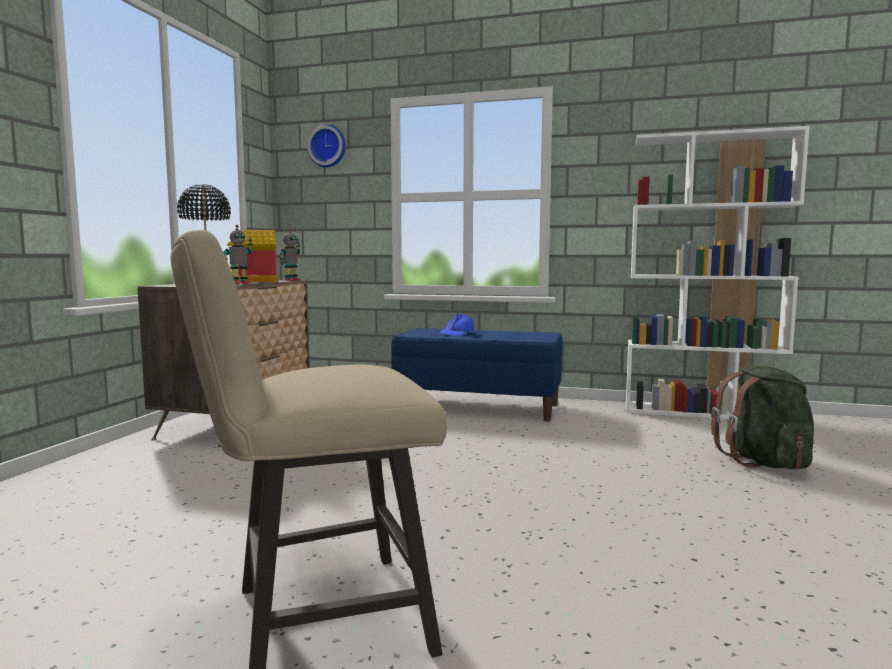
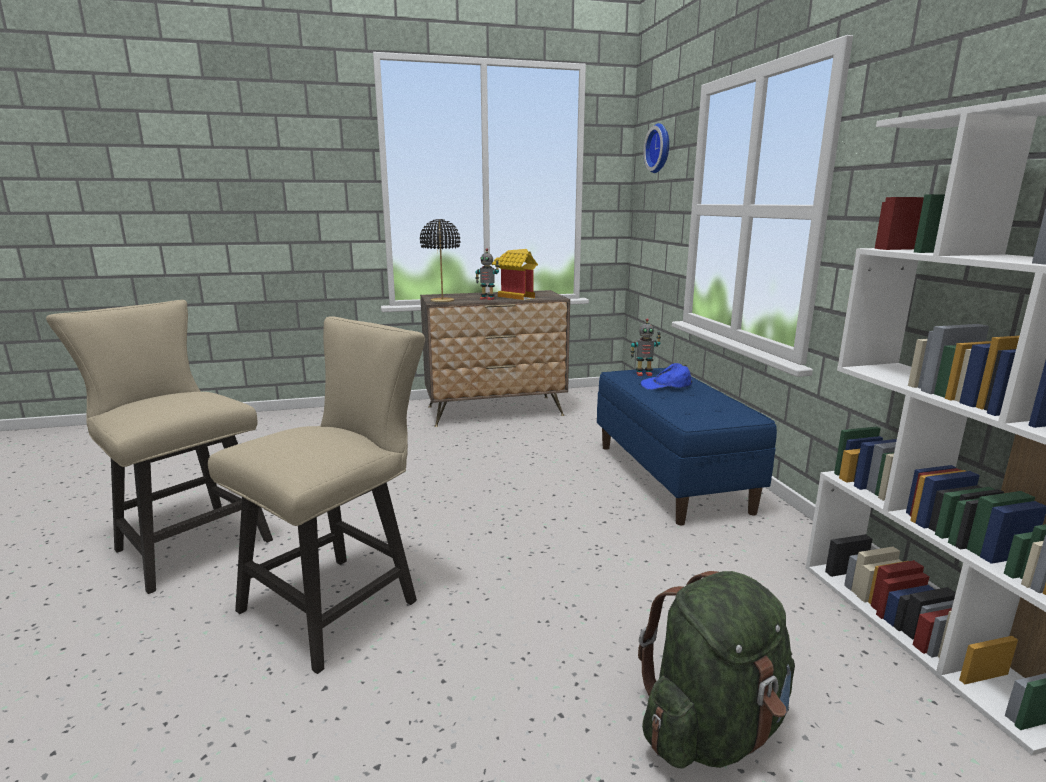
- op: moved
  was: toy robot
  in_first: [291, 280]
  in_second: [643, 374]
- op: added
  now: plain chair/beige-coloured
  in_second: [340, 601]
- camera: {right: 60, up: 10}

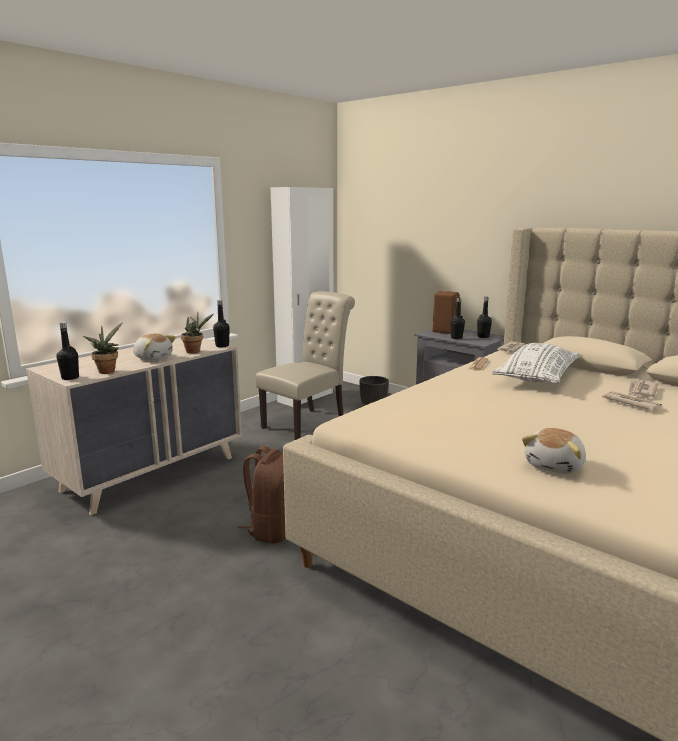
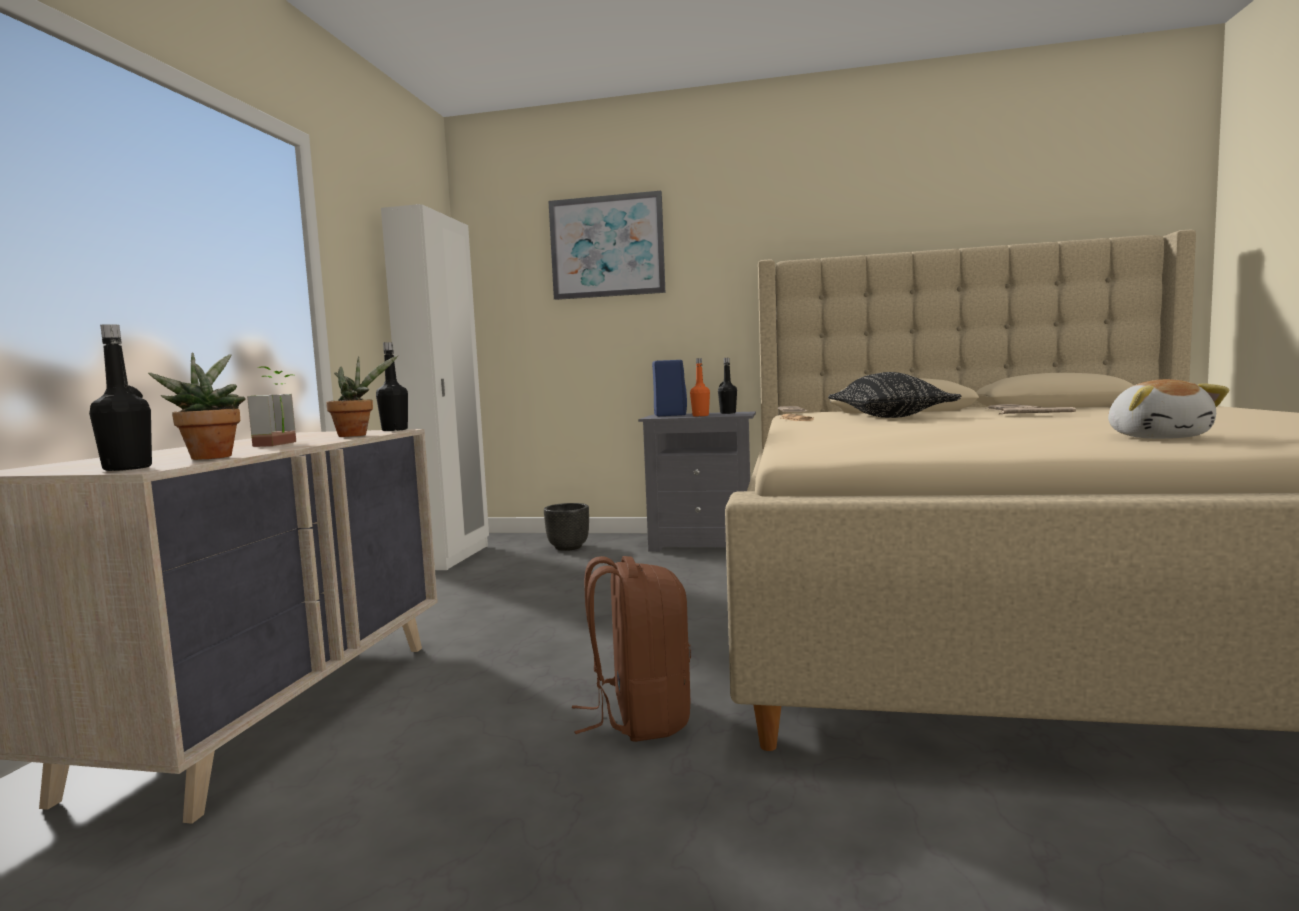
- op: replaced
  was: soft toy
  now: potted plant
  in_first: [153, 357]
  in_second: [283, 444]
- op: removed
  was: plain chair/beige-coloured
  in_first: [308, 422]
- op: recoloured
  was: audio speaker/brown
  now: audio speaker/blue
  in_first: [445, 330]
  in_second: [669, 415]
- op: recoloured
  was: drink bottle/black
  now: drink bottle/orangey
  in_first: [456, 338]
  in_second: [700, 416]
- op: recoloured
  was: cushion/whitish
  now: cushion/black
  in_first: [536, 377]
  in_second: [887, 417]
- op: added
  now: wall picture
  in_second: [607, 246]
- camera: {right: -30, up: -10}

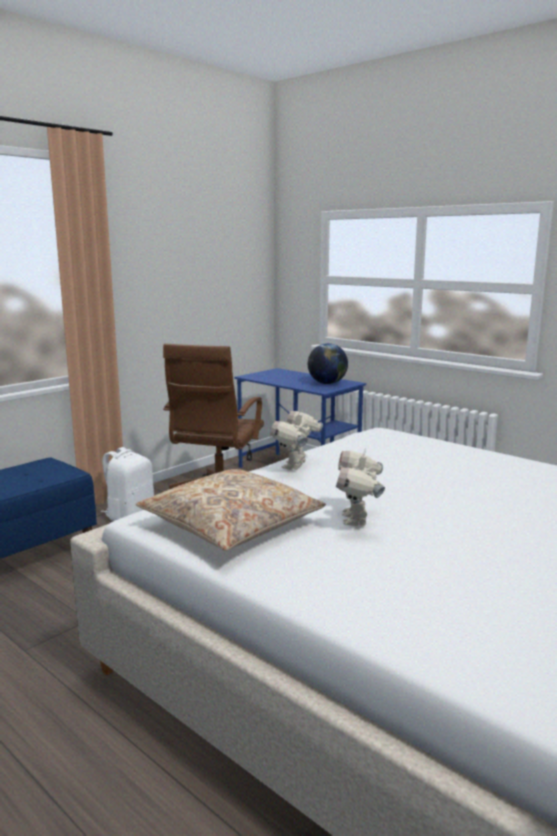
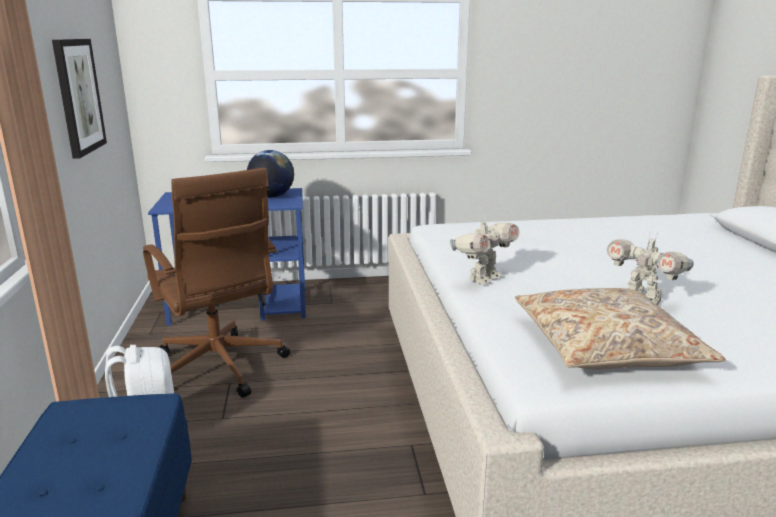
- op: turned
  was: toy robot
  in_first: [296, 466]
  in_second: [483, 279]
  clockwise: -105
- op: added
  now: wall picture
  in_second: [78, 96]
- camera: {right: -50, up: 5}

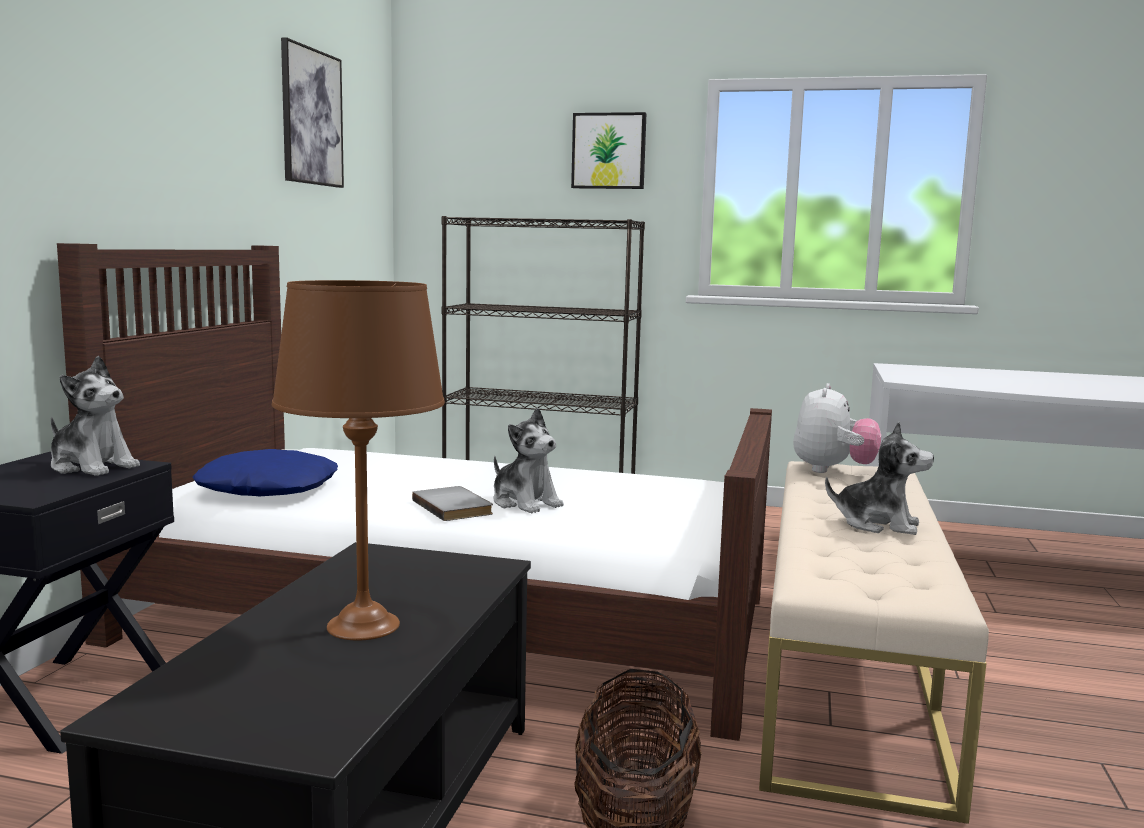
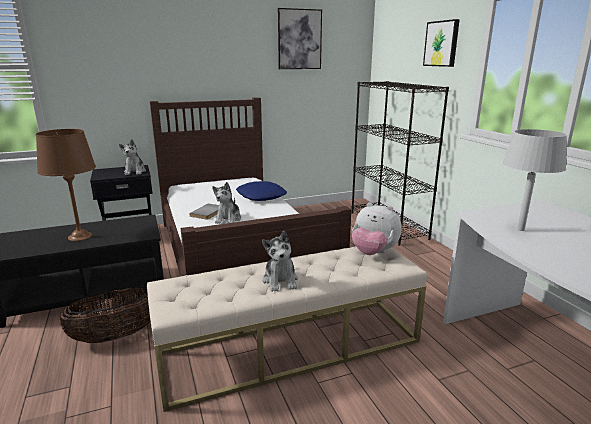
- op: moved
  was: cushion/blue
  in_first: [269, 488]
  in_second: [261, 196]
- op: turned
  was: soft toy
  in_first: [832, 470]
  in_second: [373, 253]
  clockwise: 45
- op: added
  now: lamp for a table/greyish
  in_second: [520, 229]
- camera: {right: 55, up: 10}

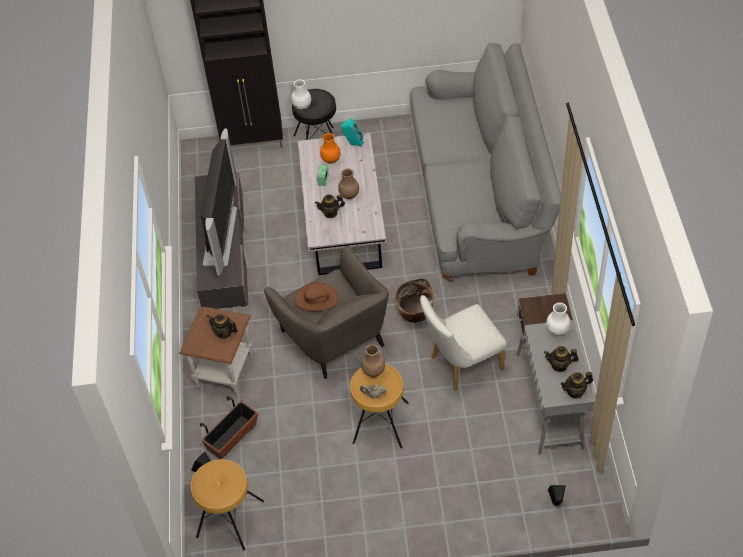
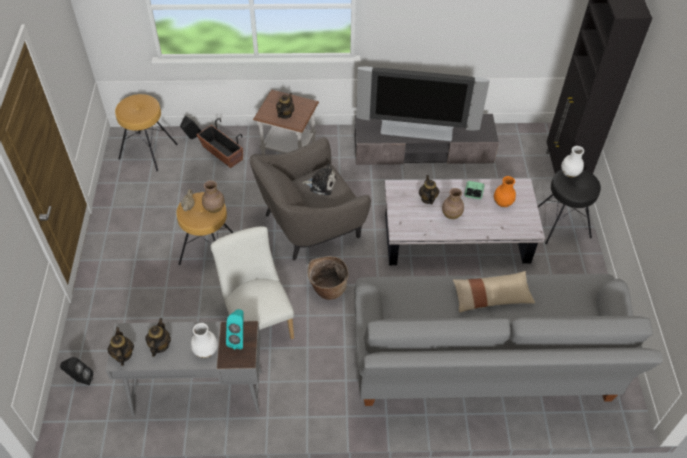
- op: replaced
  was: clothing hat/brown
  now: soft toy
  in_first: [316, 299]
  in_second: [321, 184]
- op: moved
  was: audio speaker/turquoise
  in_first: [353, 144]
  in_second: [238, 339]
- op: added
  now: cushion/beige-coloured
  in_second: [491, 296]
- camera: {right: 90, up: 0}

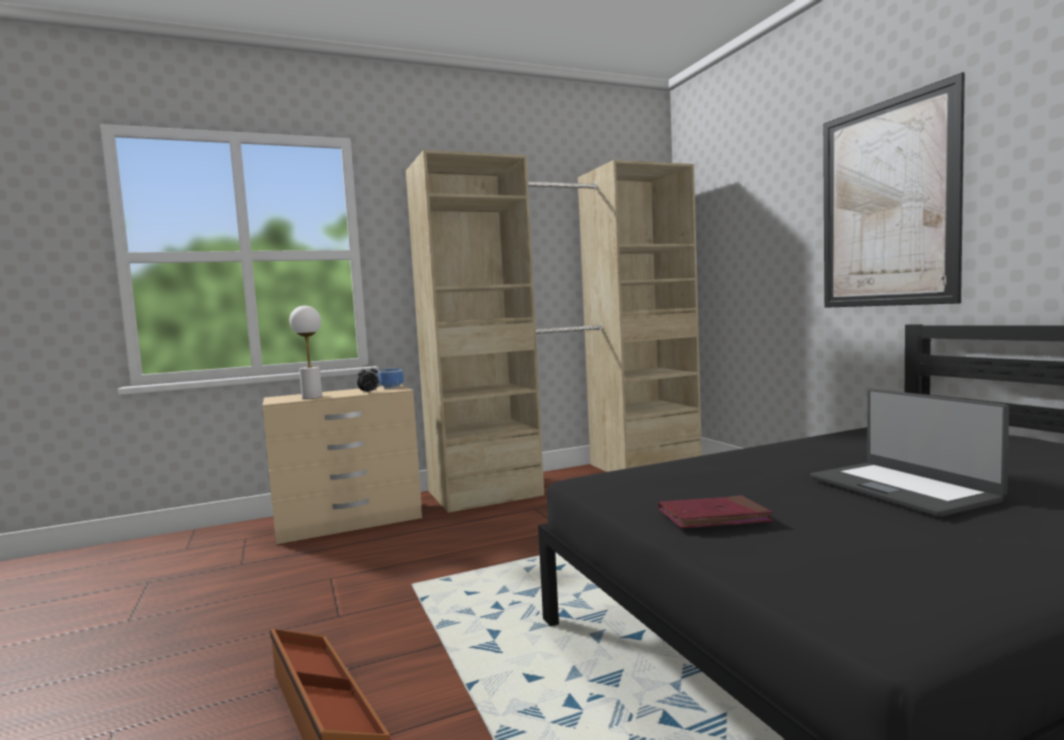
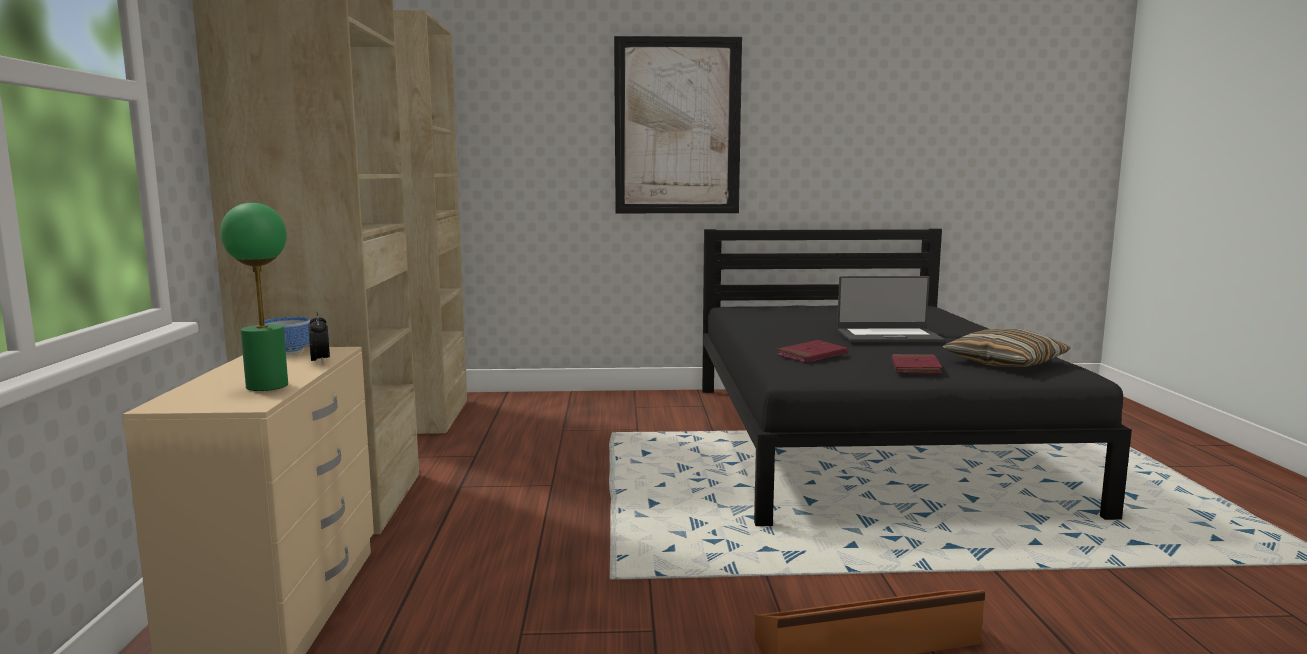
- op: recoloured
  was: lamp for a table/whitish
  now: lamp for a table/green
  in_first: [312, 397]
  in_second: [268, 386]
- op: added
  now: book/red
  in_second: [811, 355]
- op: added
  now: cushion
  in_second: [1005, 363]
- camera: {right: -70, up: 5}

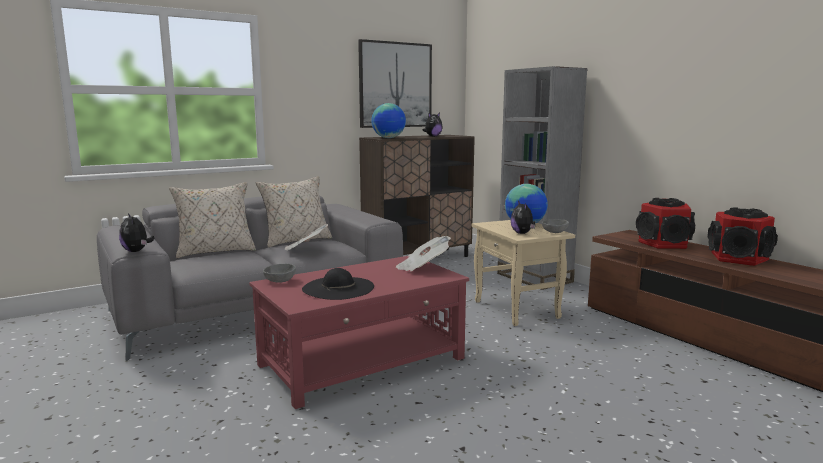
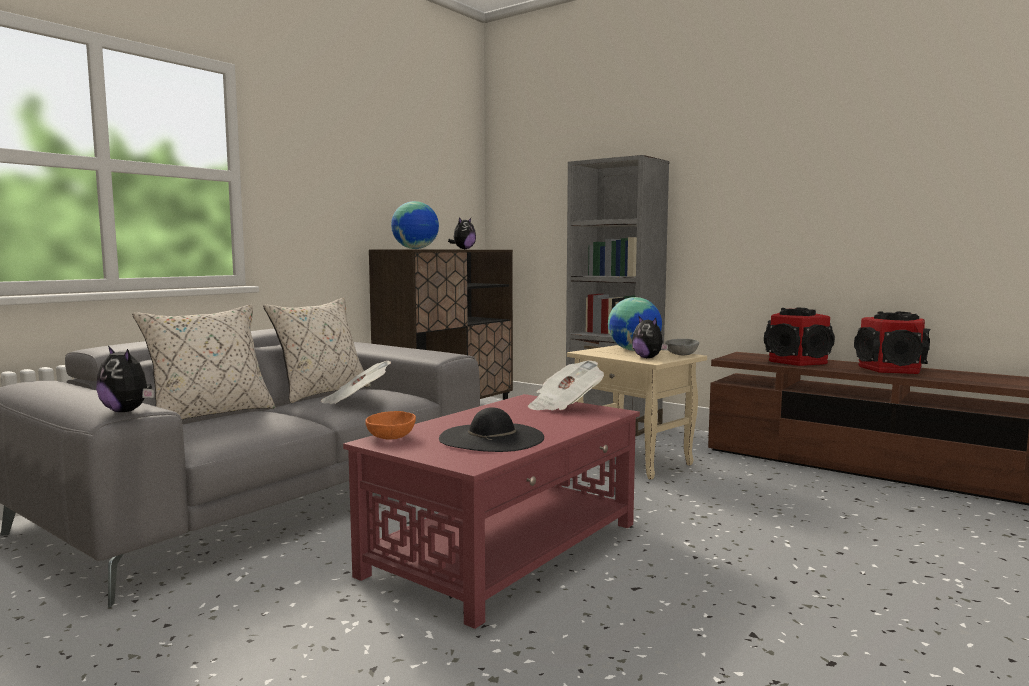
- op: recoloured
  was: deep dish/greyish
  now: deep dish/orangey
  in_first: [280, 281]
  in_second: [391, 438]
- op: removed
  was: wall picture
  in_first: [395, 85]
- camera: {right: -20, up: -5}

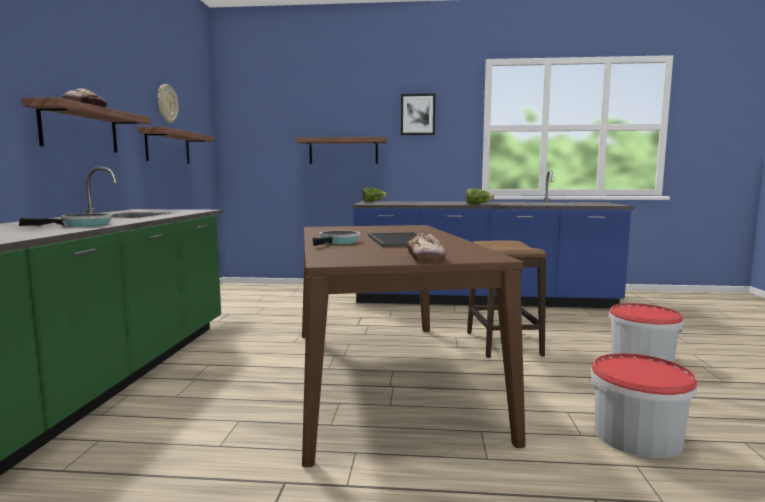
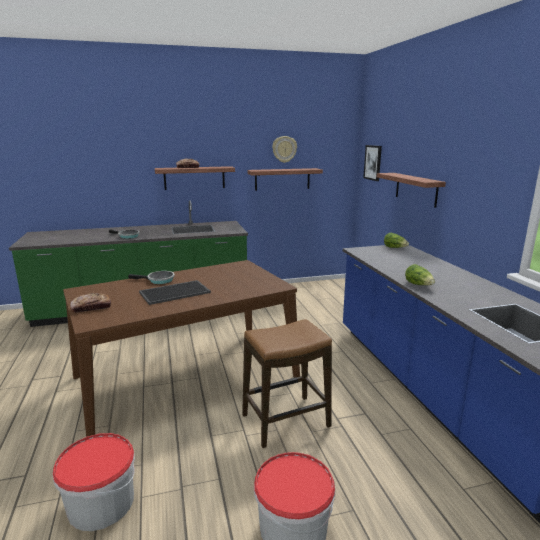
- op: moved
  was: wall picture
  in_first: [418, 114]
  in_second: [373, 162]
- camera: {right: 70, up: 10}

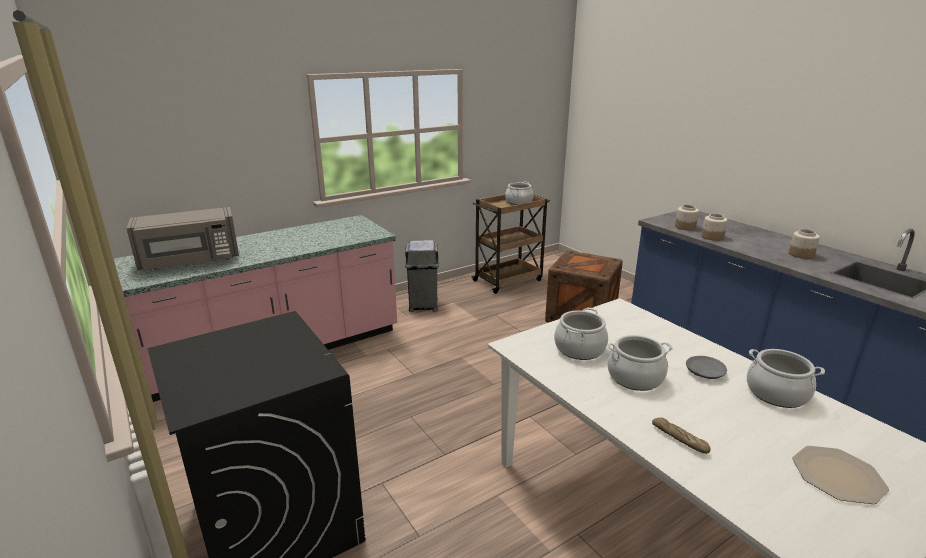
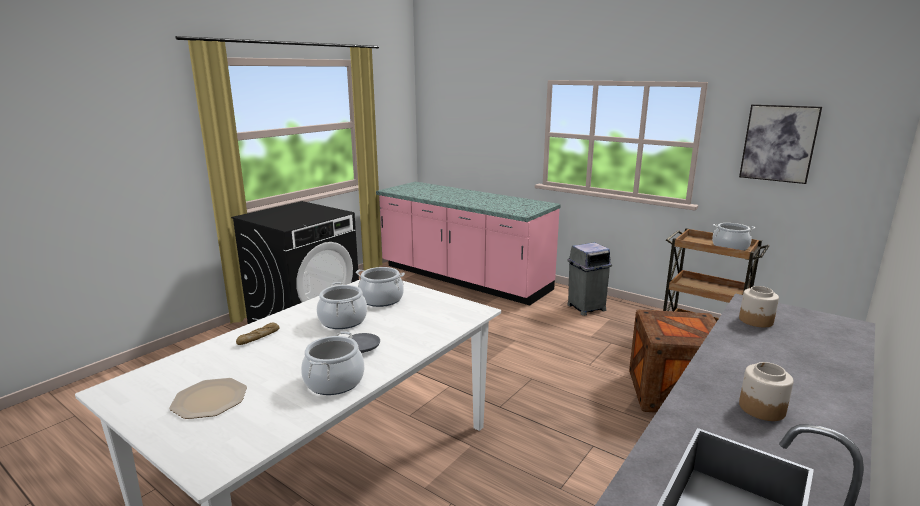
- op: removed
  was: kitchen microwave/greyish
  in_first: [190, 261]
- op: removed
  was: storage jar
  in_first: [712, 237]
- op: added
  now: wall picture
  in_second: [778, 143]
- camera: {right: 70, up: -5}

